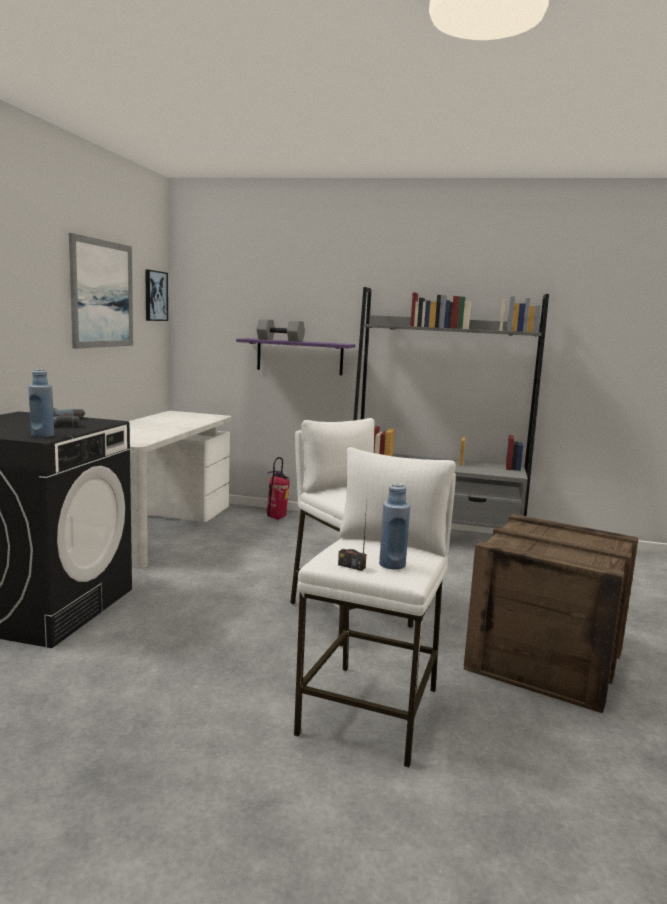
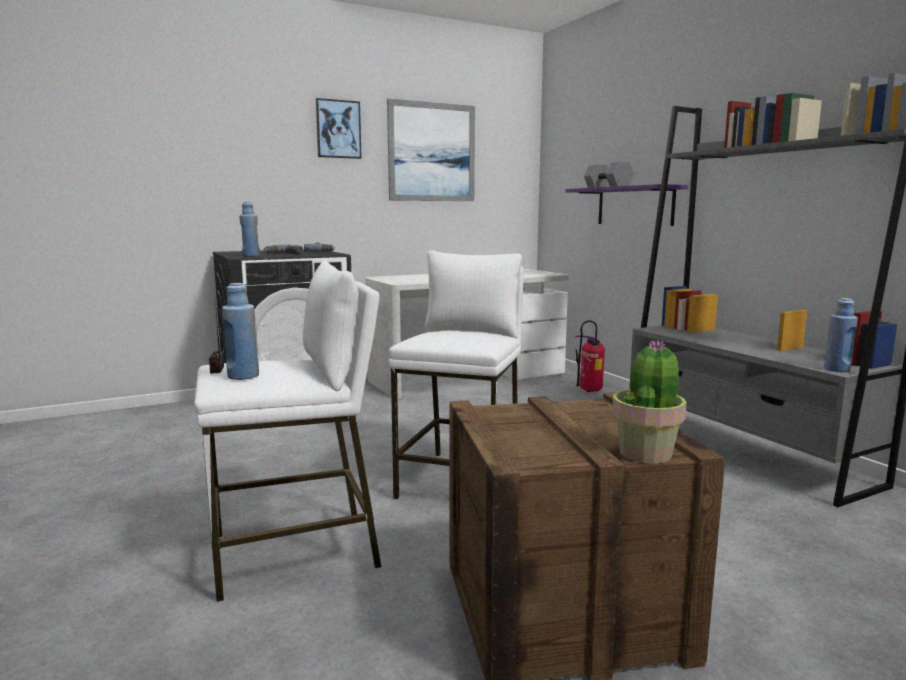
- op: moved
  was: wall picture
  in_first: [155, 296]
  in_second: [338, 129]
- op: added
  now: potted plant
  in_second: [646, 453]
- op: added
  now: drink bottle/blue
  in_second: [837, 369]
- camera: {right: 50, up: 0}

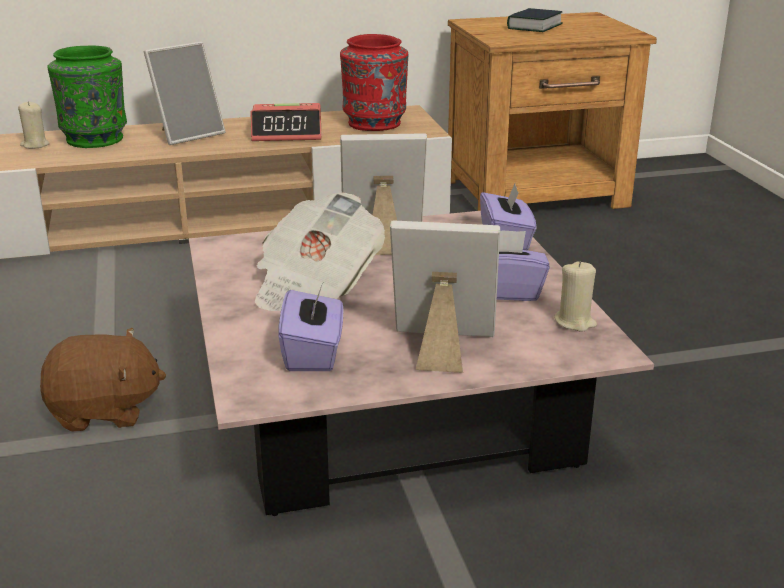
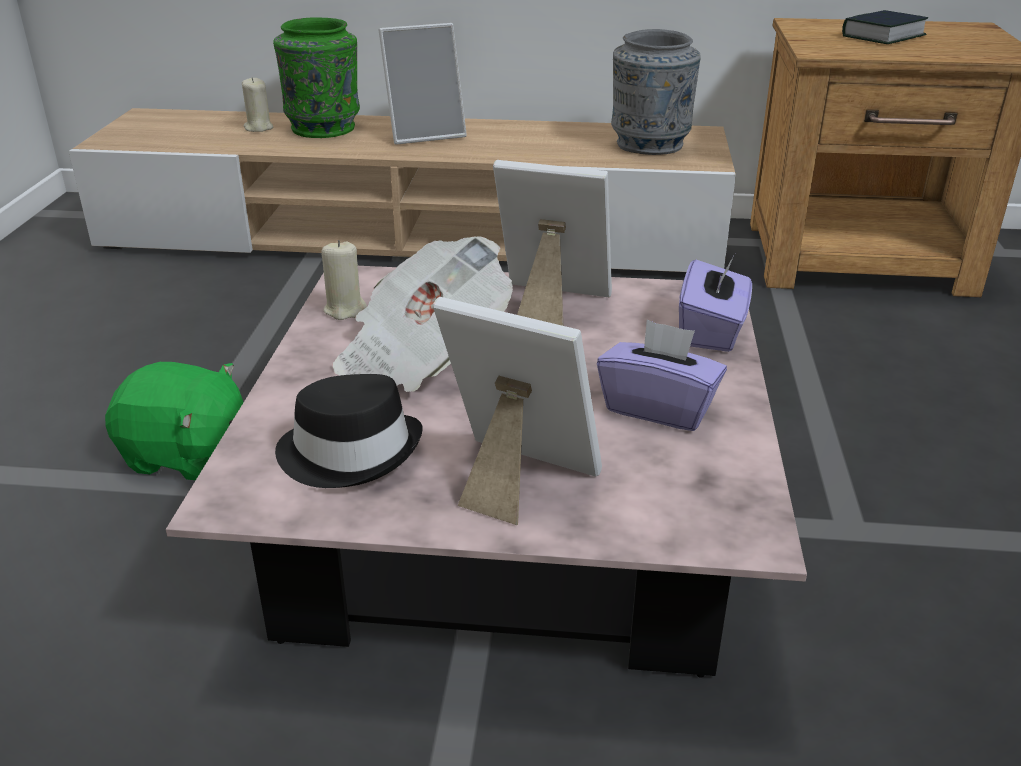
- op: recoloured
  was: soft toy/brown
  now: soft toy/green
  in_first: [104, 411]
  in_second: [187, 455]
- op: removed
  was: table clock
  in_first: [287, 133]
- op: replaced
  was: box of tissues/purple
  now: clothing hat/black
  in_first: [313, 353]
  in_second: [350, 451]
- op: recoloured
  was: flower vase/red
  now: flower vase/greyish
  in_first: [374, 124]
  in_second: [649, 145]
- op: moved
  was: wax light/beige-coloured
  in_first: [575, 322]
  in_second: [345, 310]
- camera: {right: 20, up: 5}

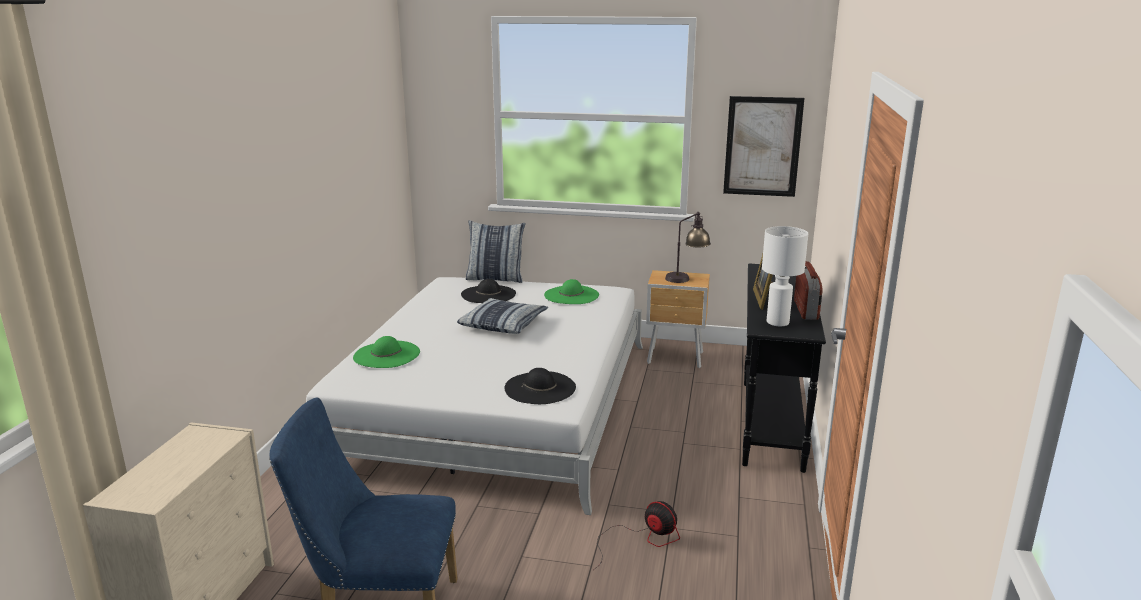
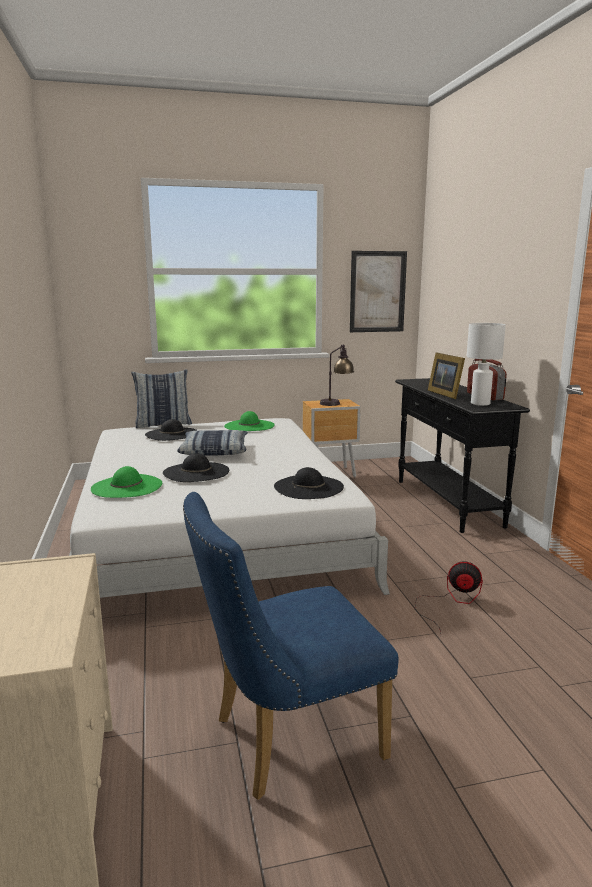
- op: added
  now: clothing hat/black
  in_second: [196, 472]
- camera: {right: -25, up: -5}

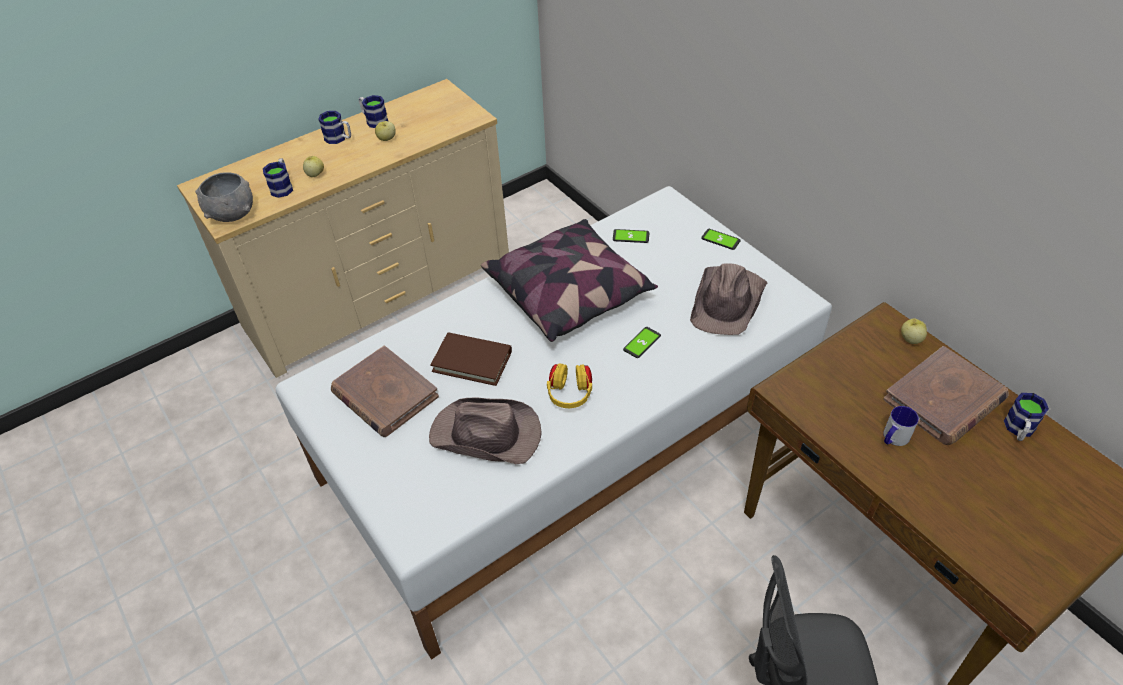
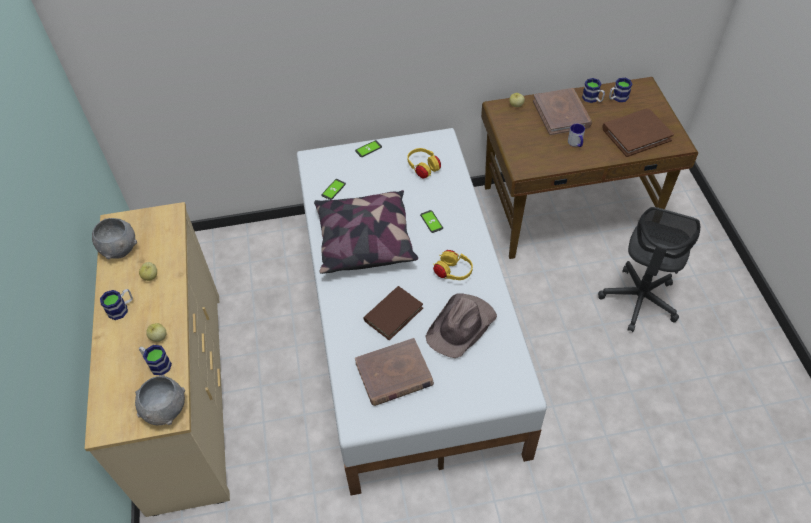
- op: moved
  was: coffee mug
  in_first: [374, 120]
  in_second: [617, 98]
- op: replaced
  was: clothing hat/brown
  now: pair of headphones/yellowish
  in_first: [728, 302]
  in_second: [423, 169]
- op: added
  now: deep dish/greyish
  in_second: [119, 248]
- op: added
  now: book/brown
  in_second: [636, 134]
- camera: {right: -65, up: 5}

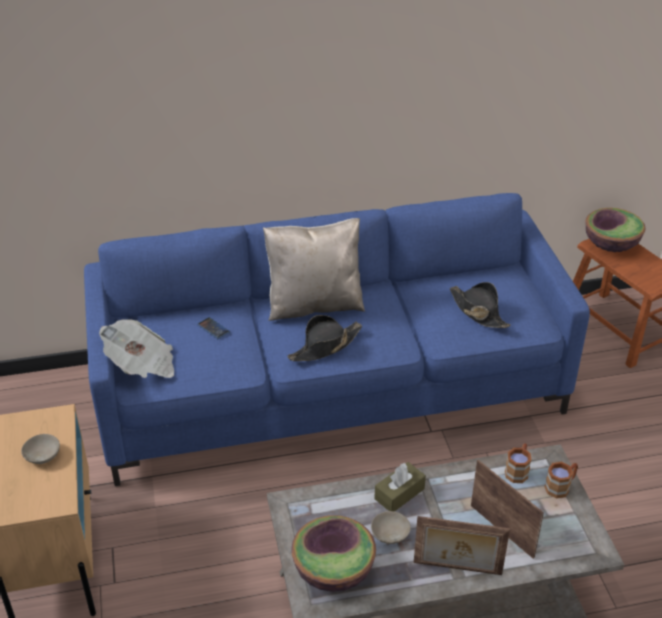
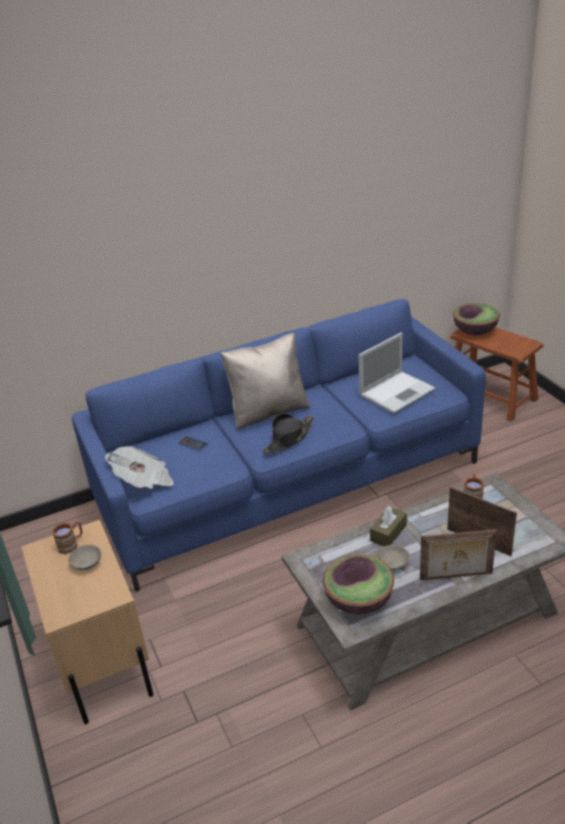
- op: replaced
  was: clothing hat/black
  now: portable computer
  in_first: [478, 311]
  in_second: [398, 392]
- op: moved
  was: coffee mug/brown
  in_first: [561, 486]
  in_second: [71, 544]
- camera: {right: -10, up: -5}

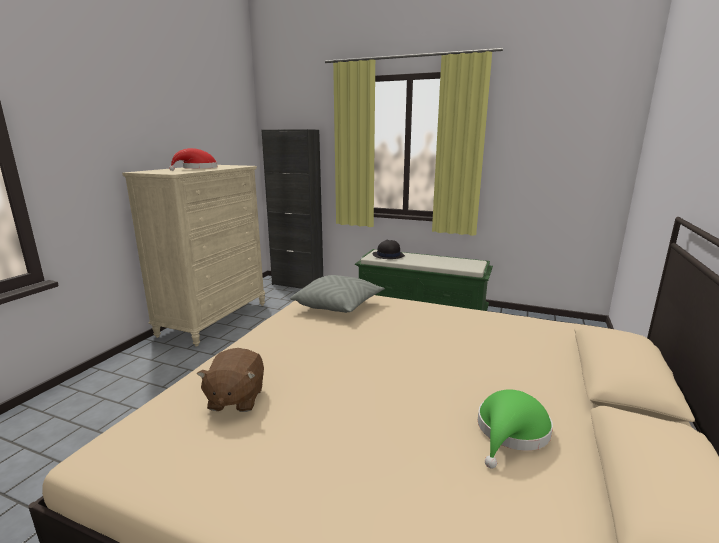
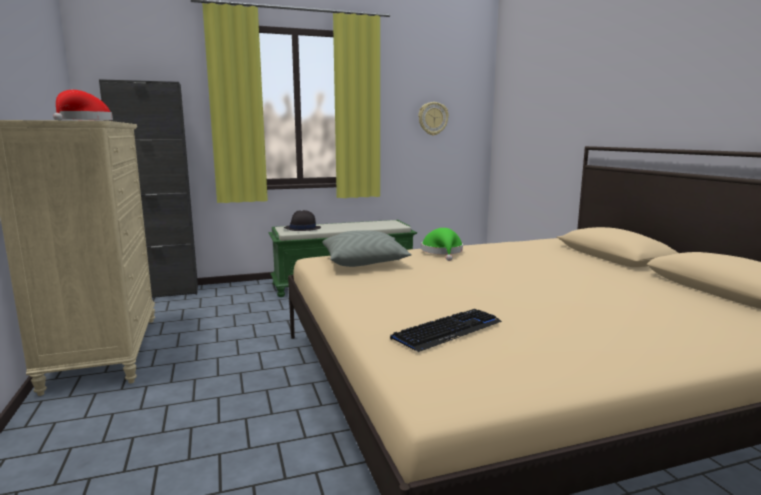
- op: replaced
  was: soft toy/brown
  now: keyboard
  in_first: [235, 399]
  in_second: [448, 331]
- op: moved
  was: clothing hat/green
  in_first: [511, 432]
  in_second: [442, 252]
- op: added
  now: hanging clock
  in_second: [433, 118]
- camera: {right: -40, up: -5}

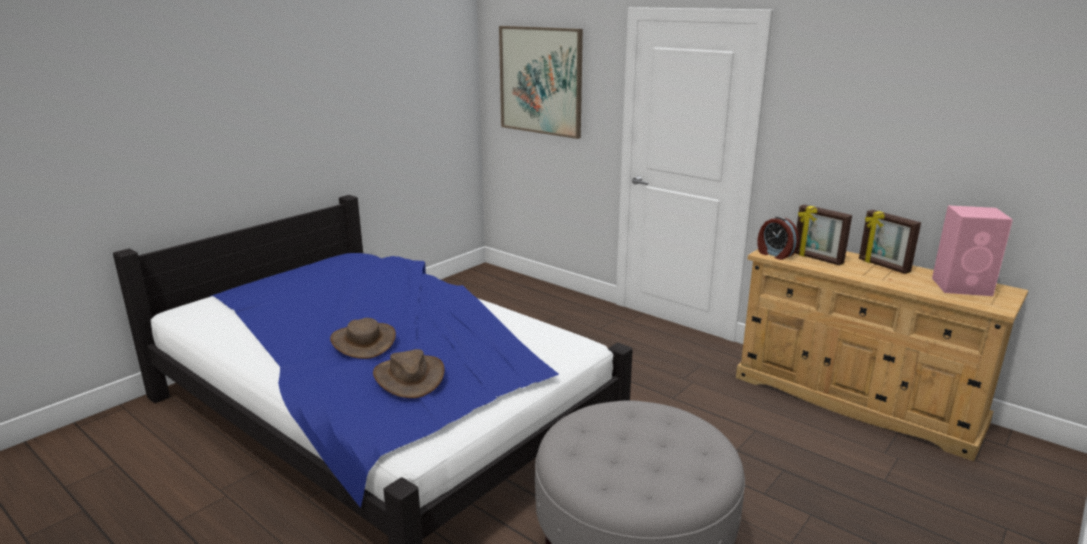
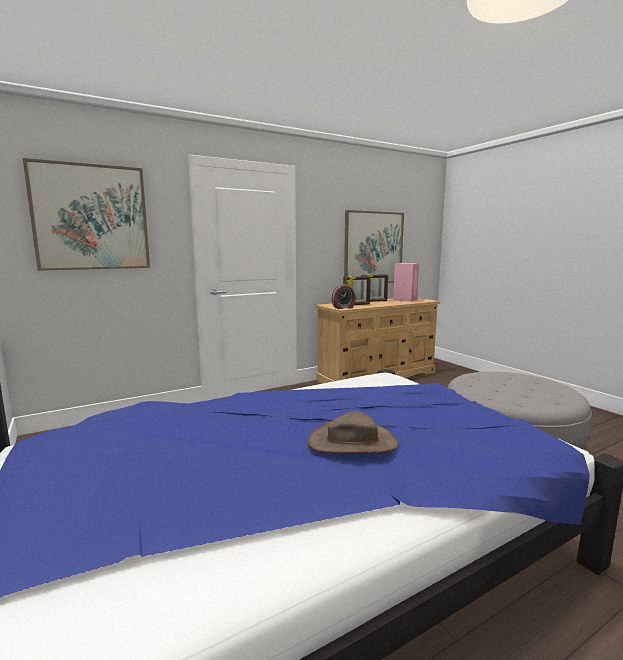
- op: removed
  was: clothing hat/brown
  in_first: [409, 377]
- op: added
  now: wall picture
  in_second: [373, 248]
- camera: {right: -70, up: -10}

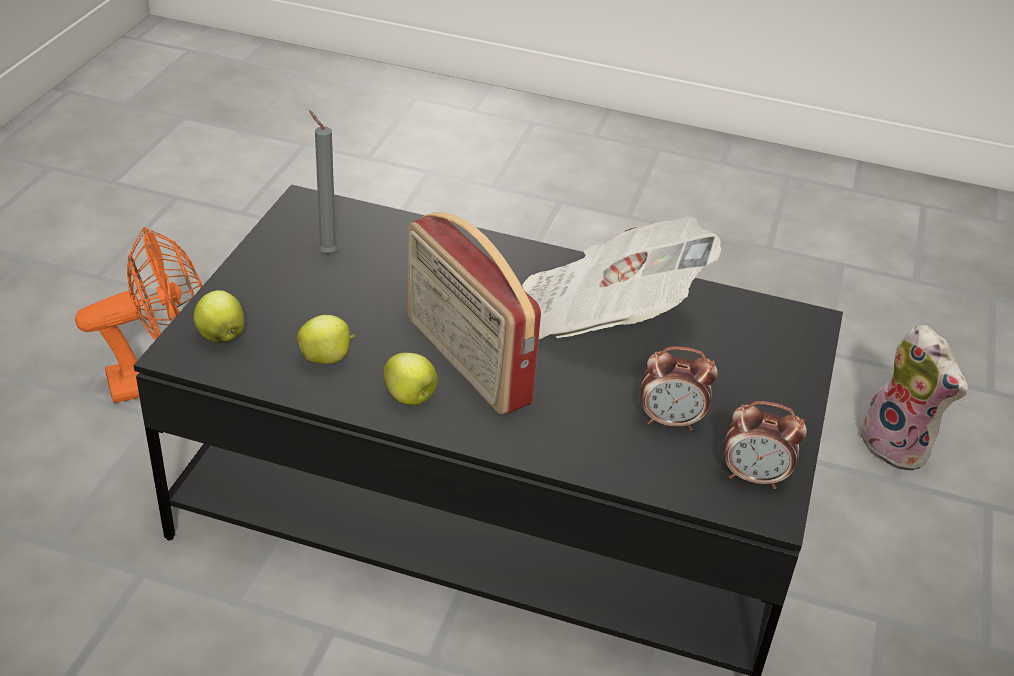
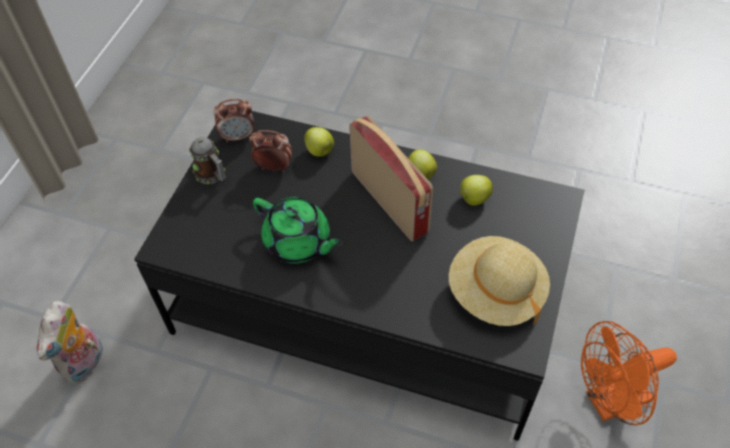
- op: moved
  was: apple fruit
  in_first: [221, 335]
  in_second: [320, 151]
- op: replaced
  was: wax light/greyish
  now: clothing hat/beige-coloured
  in_first: [325, 252]
  in_second: [495, 293]
- op: replaced
  was: newspaper
  now: teapot/green
  in_first: [606, 317]
  in_second: [298, 242]
- op: turned
  was: table clock
  in_first: [754, 477]
  in_second: [238, 136]
  clockwise: 150
- op: turned
  was: soft toy
  in_first: [899, 447]
  in_second: [85, 364]
  clockwise: -135
- op: added
  now: coffee mug
  in_second: [212, 175]
- camera: {right: -175, up: 15}

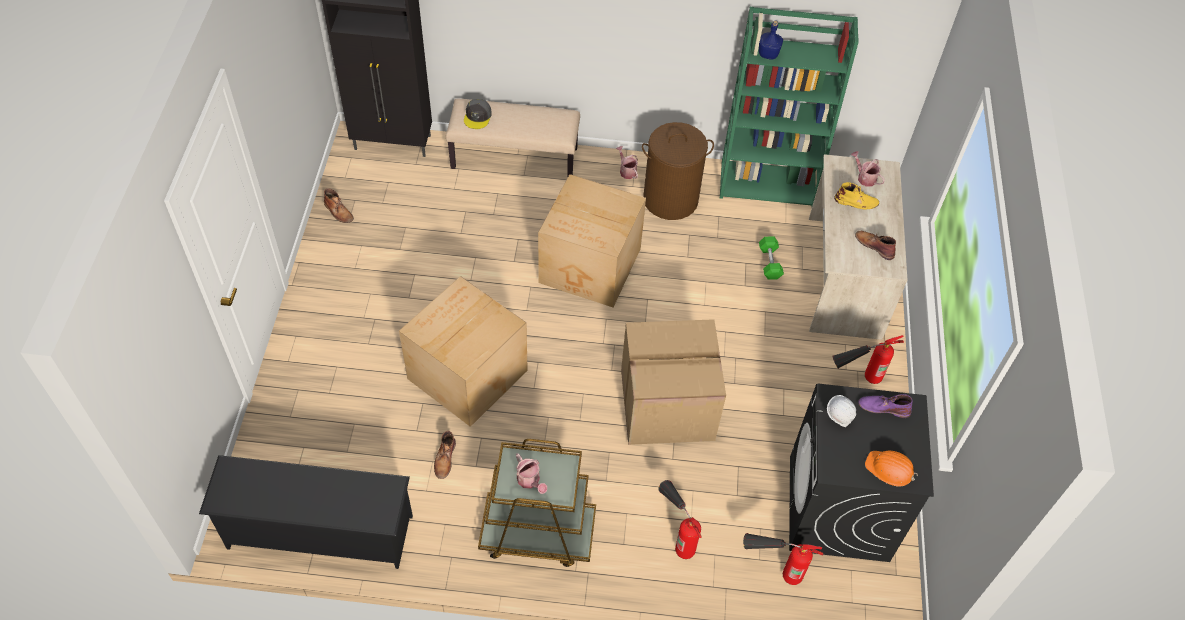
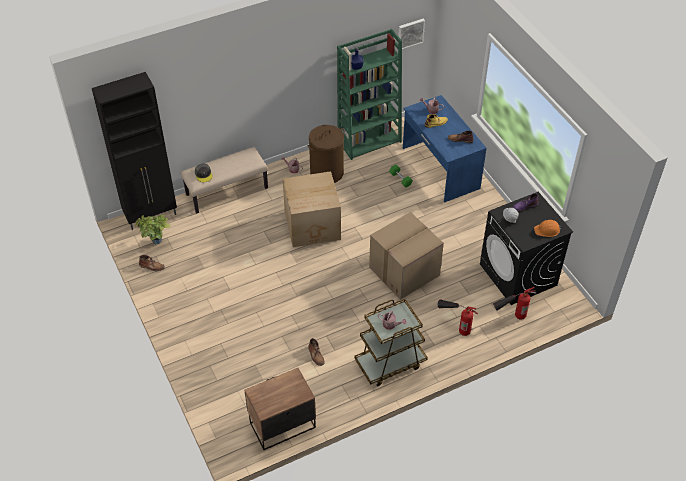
- op: replaced
  was: shoe rack/black
  now: night table
  in_first: [319, 532]
  in_second: [281, 424]
- op: removed
  was: carton
  in_first: [465, 374]
- op: recoloured
  was: desk table/beige-coloured
  now: desk table/blue
  in_first: [842, 276]
  in_second: [439, 168]
- op: removed
  was: fire-fighting cylinder
  in_first: [856, 378]
- op: added
  now: potted plant
  in_second: [155, 243]
- op: added
  now: wall picture
  in_second: [410, 33]
- camera: {right: -30, up: -5}

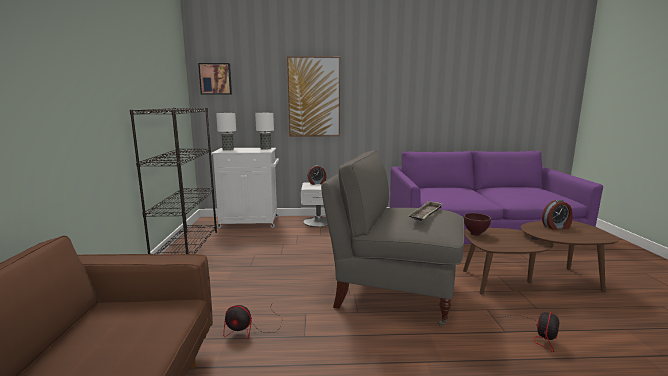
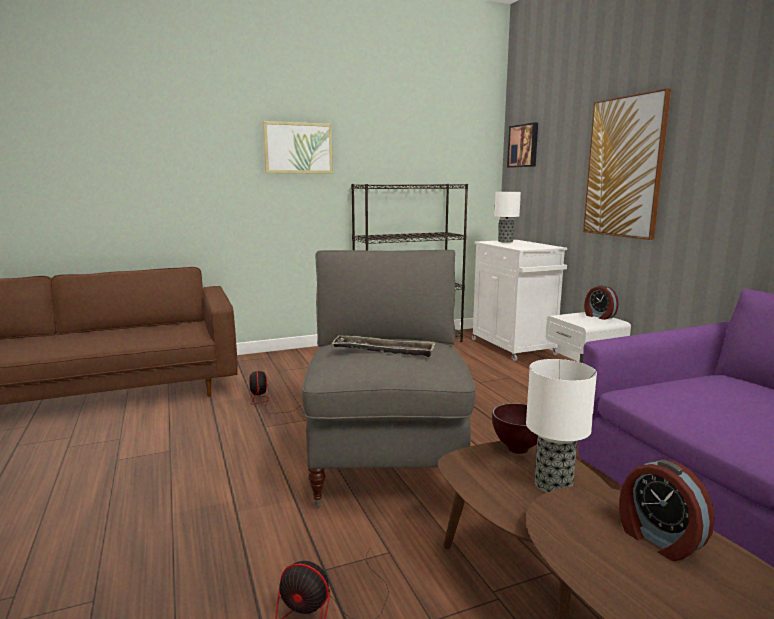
- op: moved
  was: lamp for a table
  in_first: [265, 148]
  in_second: [552, 484]
- op: added
  now: wall picture
  in_second: [298, 148]
- camera: {right: 70, up: 0}

